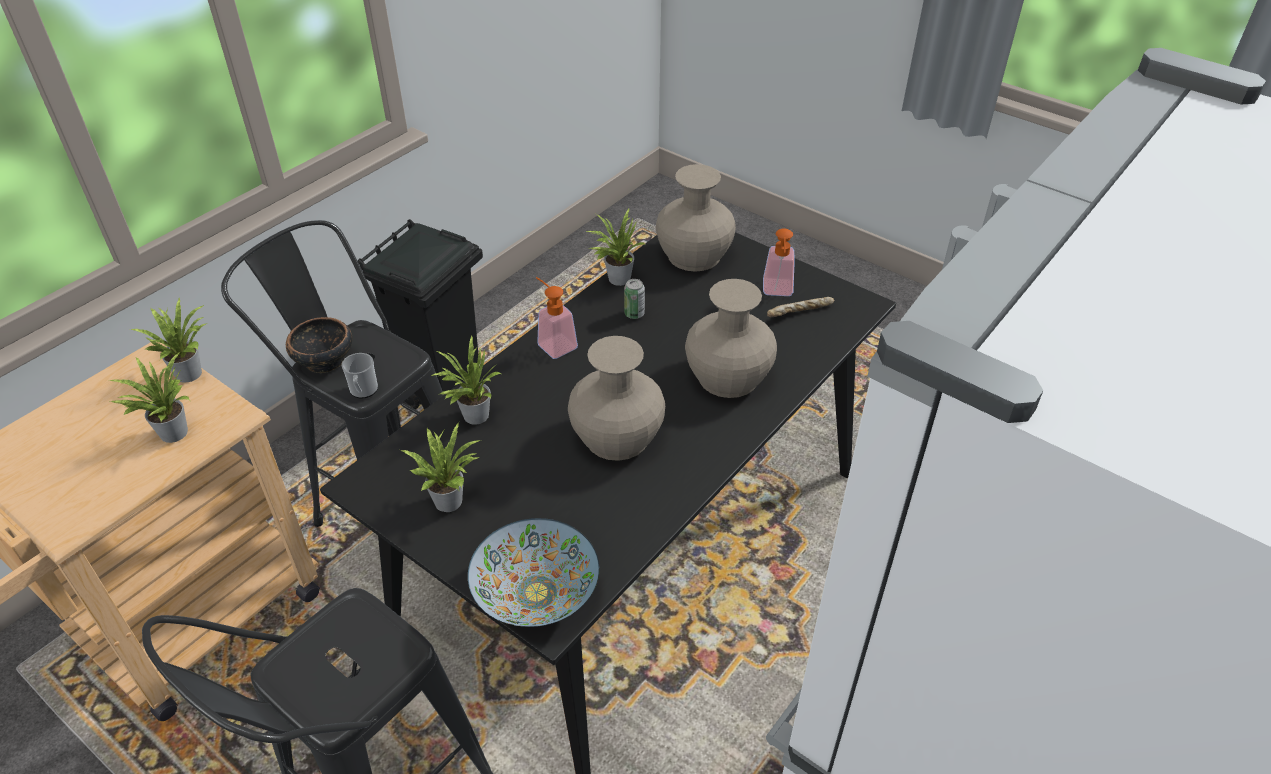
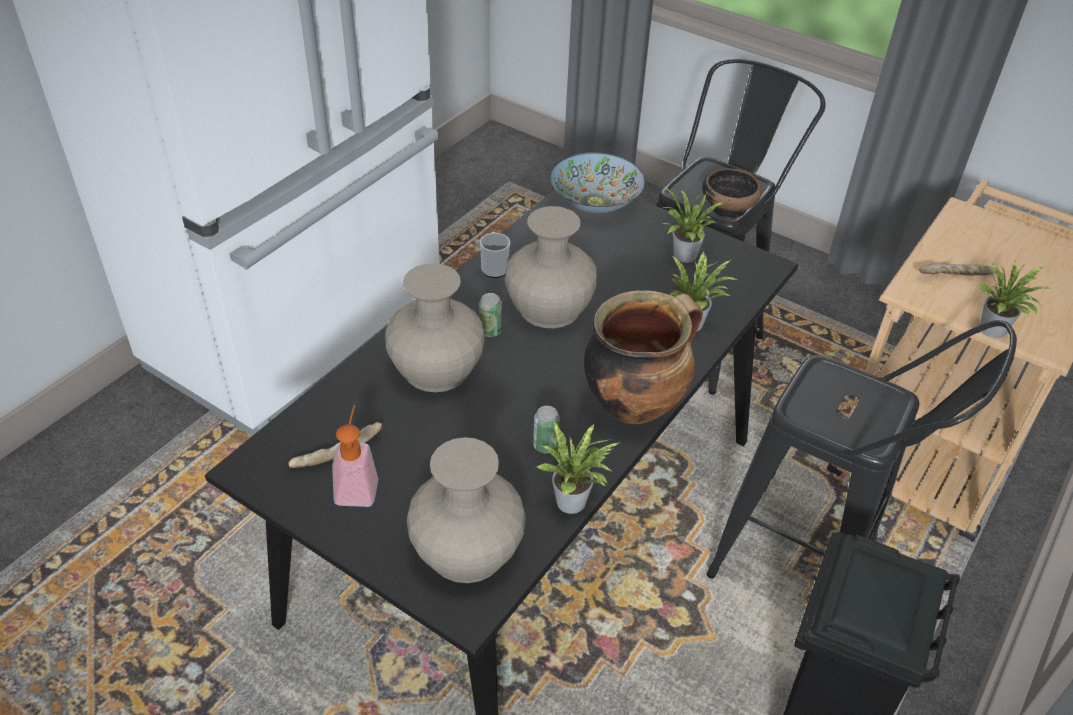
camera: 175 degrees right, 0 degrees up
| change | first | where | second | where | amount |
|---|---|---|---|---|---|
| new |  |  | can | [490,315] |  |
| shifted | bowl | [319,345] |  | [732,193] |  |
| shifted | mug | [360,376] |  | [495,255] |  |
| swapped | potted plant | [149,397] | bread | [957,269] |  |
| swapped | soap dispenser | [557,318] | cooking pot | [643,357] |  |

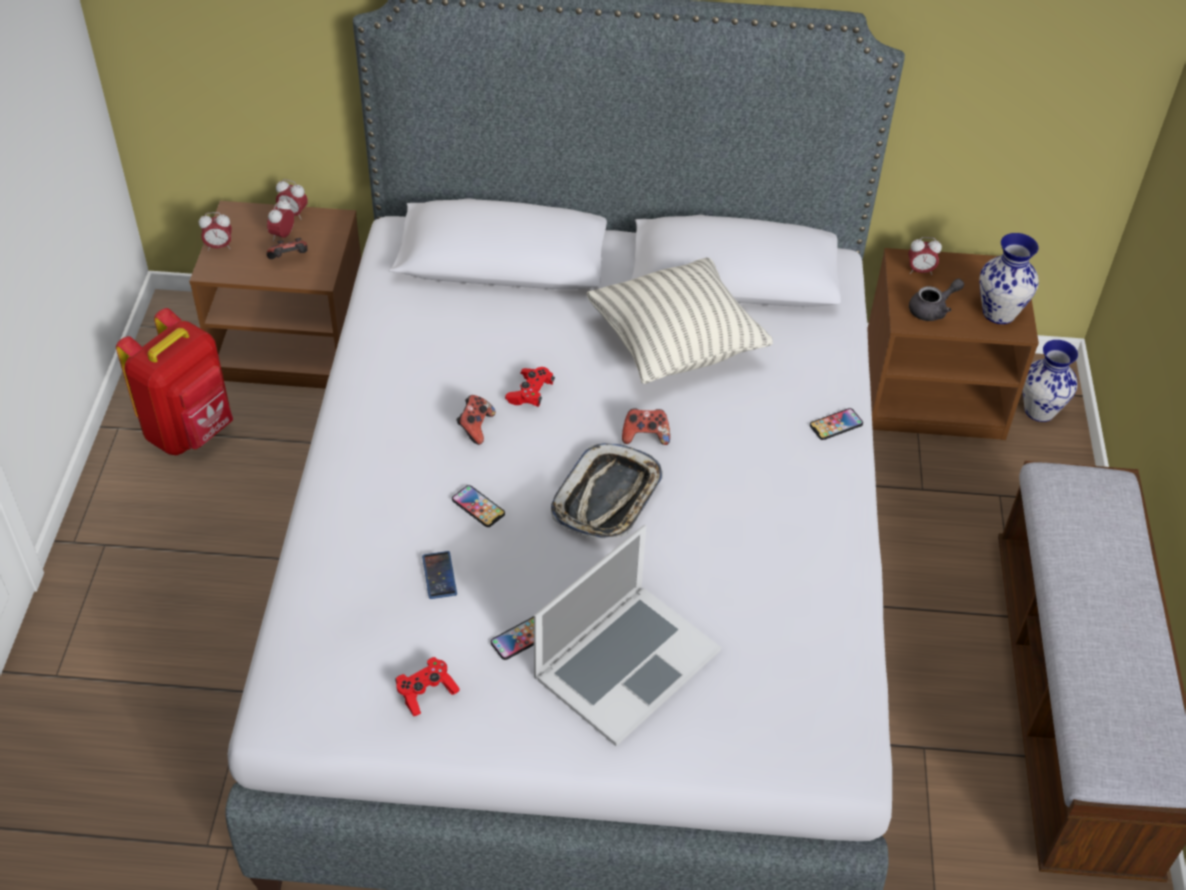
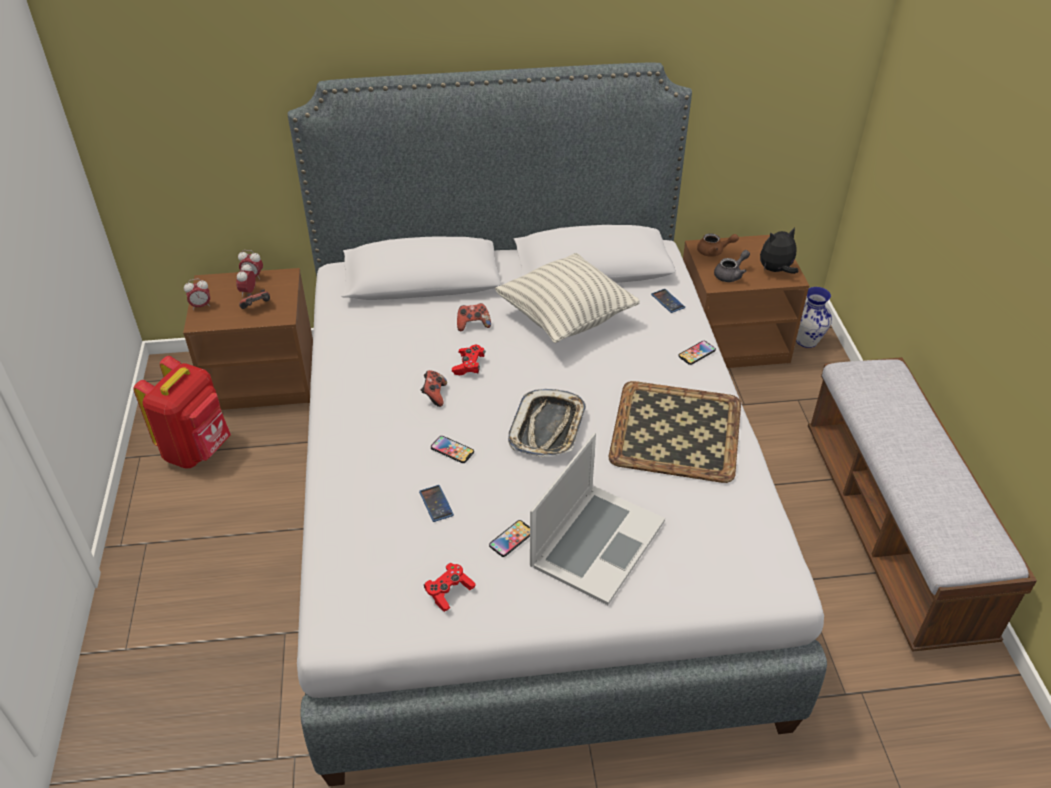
camera: 10 degrees left, 5 degrees down
| change | first | where | second | where | amount |
|---|---|---|---|---|---|
| new |  |  | tray | [675,432] |  |
| new |  |  | phone | [668,301] |  |
| shifted | game controller | [646,427] |  | [474,317] |  |
| swapped | alarm clock | [925,256] | brown teapot | [718,245] |  |
| swapped | vase | [1009,278] | plush toy | [779,251] |  |

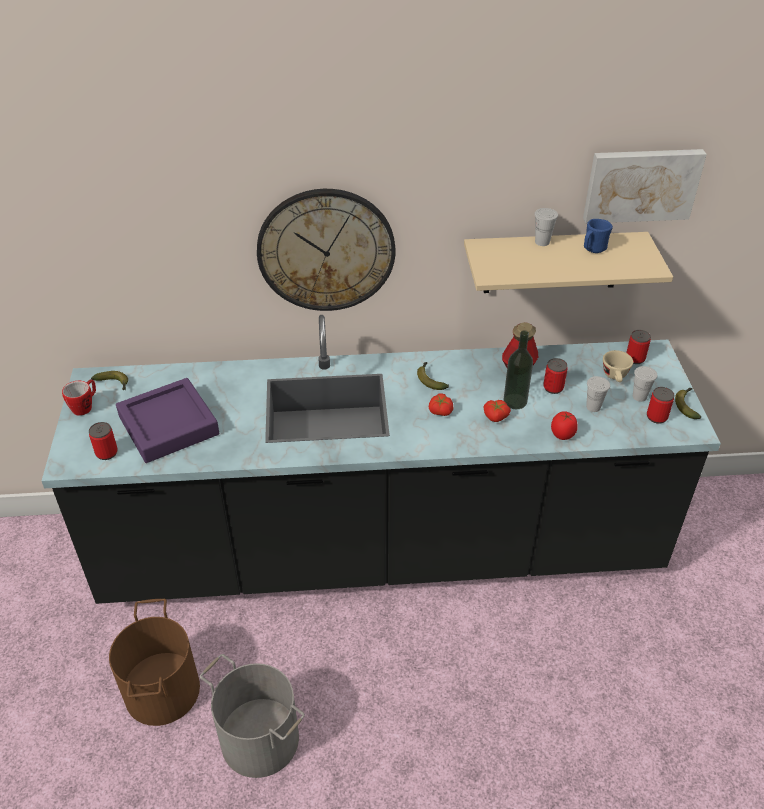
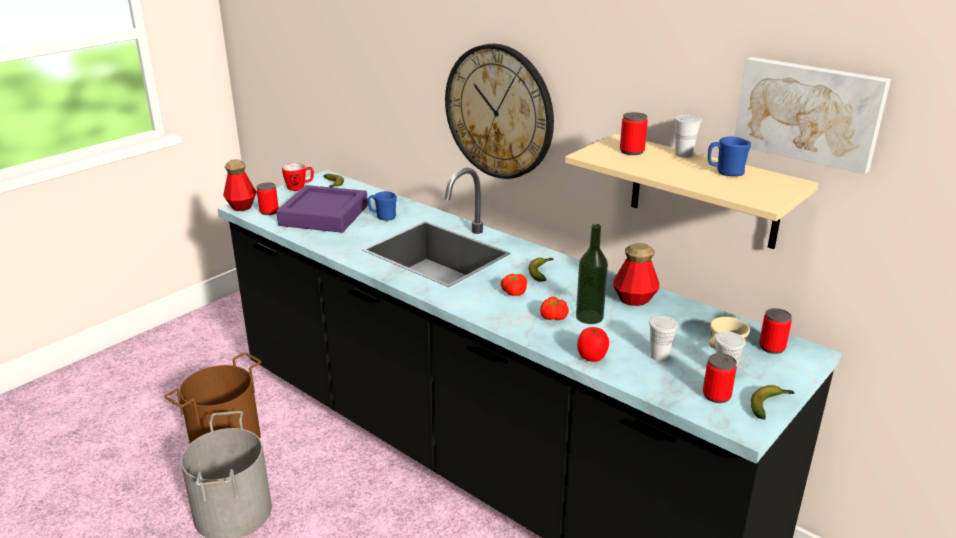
camera: 45 degrees right, 15 degrees down
| change | first | where | second | where | amount |
|---|---|---|---|---|---|
| new |  |  | bottle | [239,185] |  |
| new |  |  | blue mug | [382,205] |  |
| shifted | can | [555,376] |  | [634,133] |  |

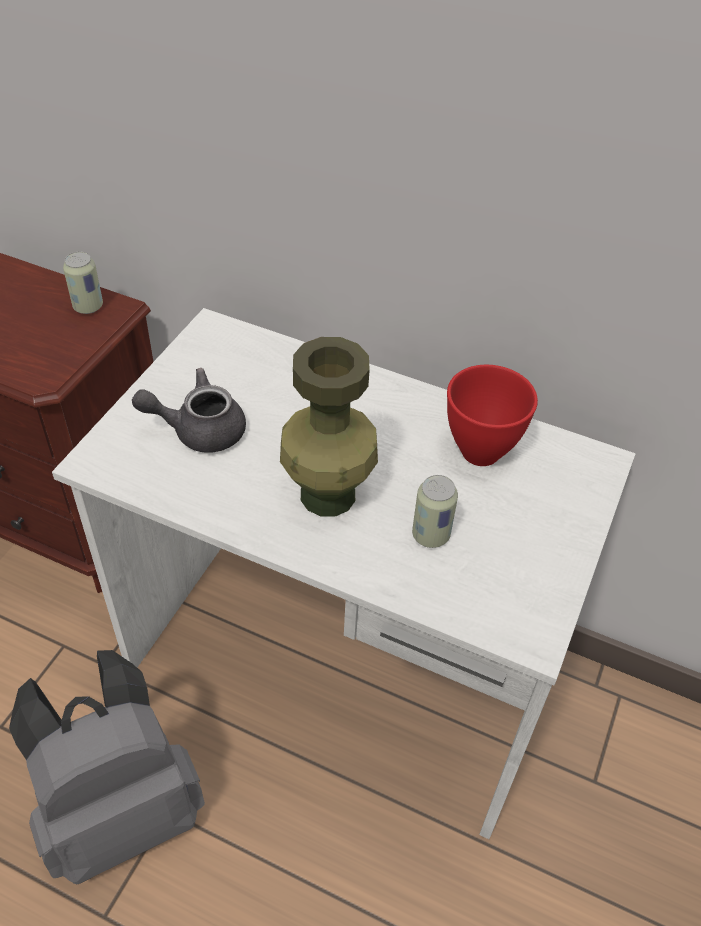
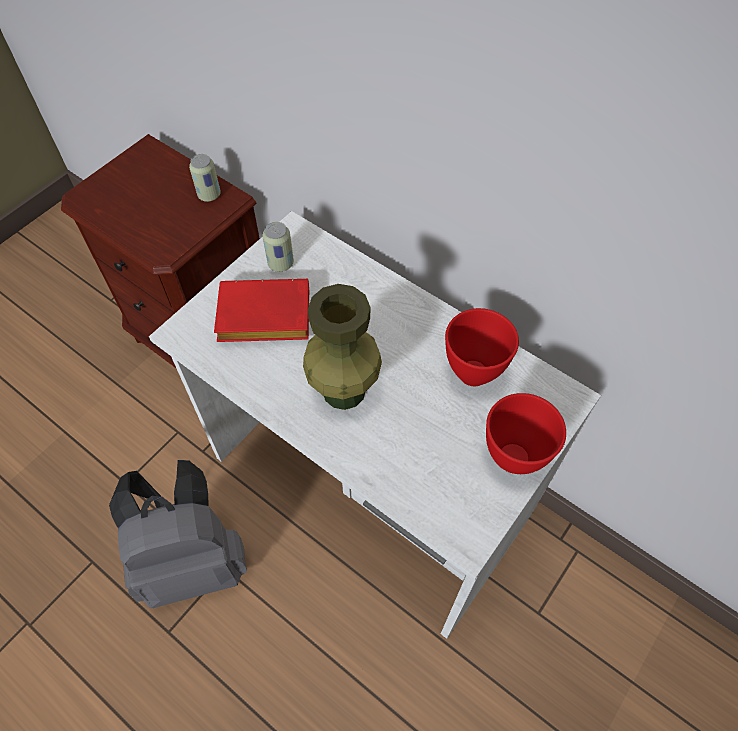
camera: 15 degrees right, 10 degrees up
| change | first | where | second | where | amount |
|---|---|---|---|---|---|
| new |  |  | red bowl | [526,433] |  |
| shifted | can | [435,511] |  | [278,247] |  |
| swapped | grey teapot | [189,410] | red book | [261,310] |  |

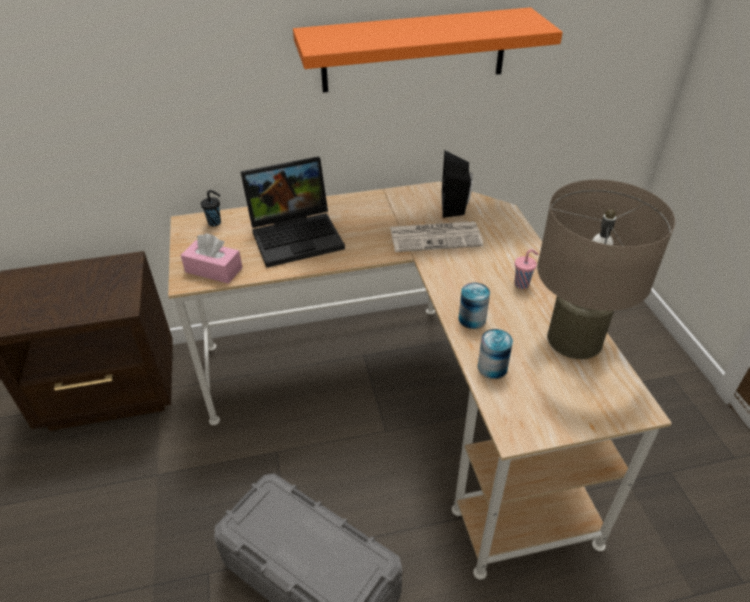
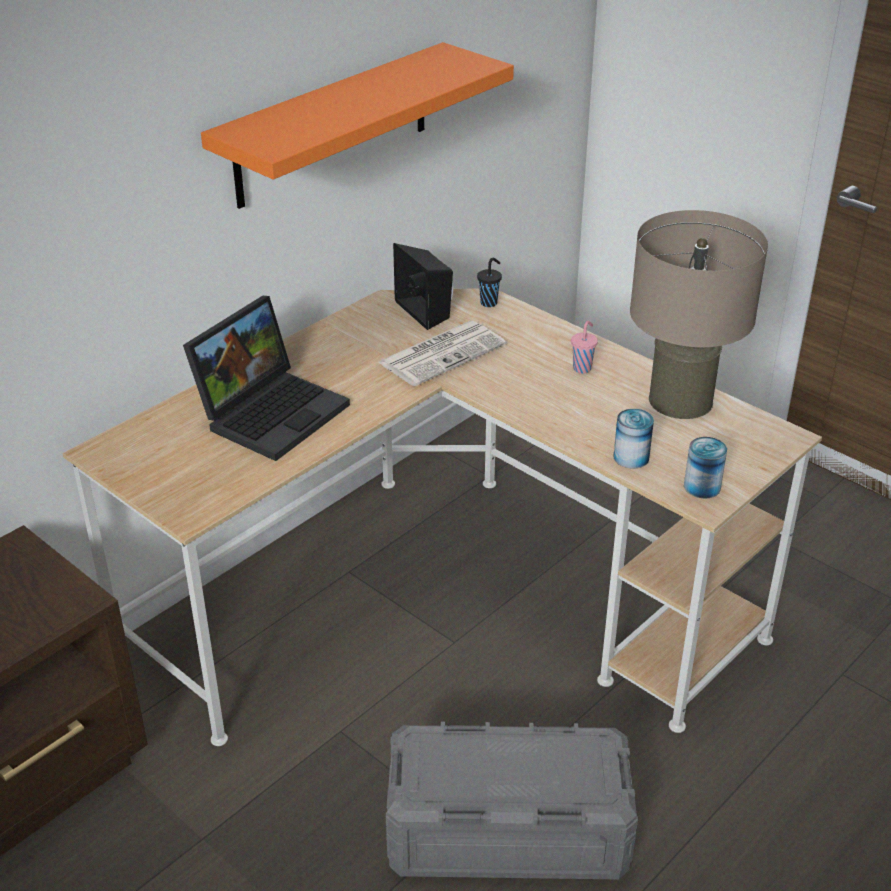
camera: 35 degrees left, 5 degrees down
| change | first | where | second | where | amount |
|---|---|---|---|---|---|
| gone | pink tissue box | [212,258] |  |  |  |
| shifted | black cup | [211,208] |  | [489,282] |  |
| shifted | can | [474,306] |  | [705,468] |  |

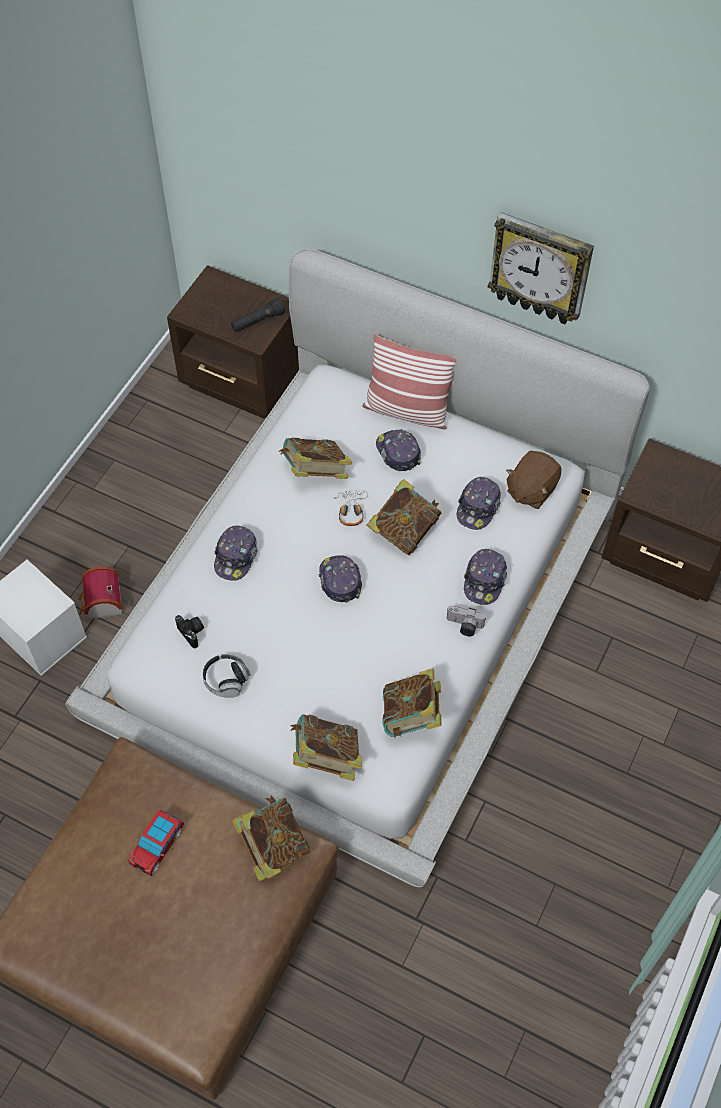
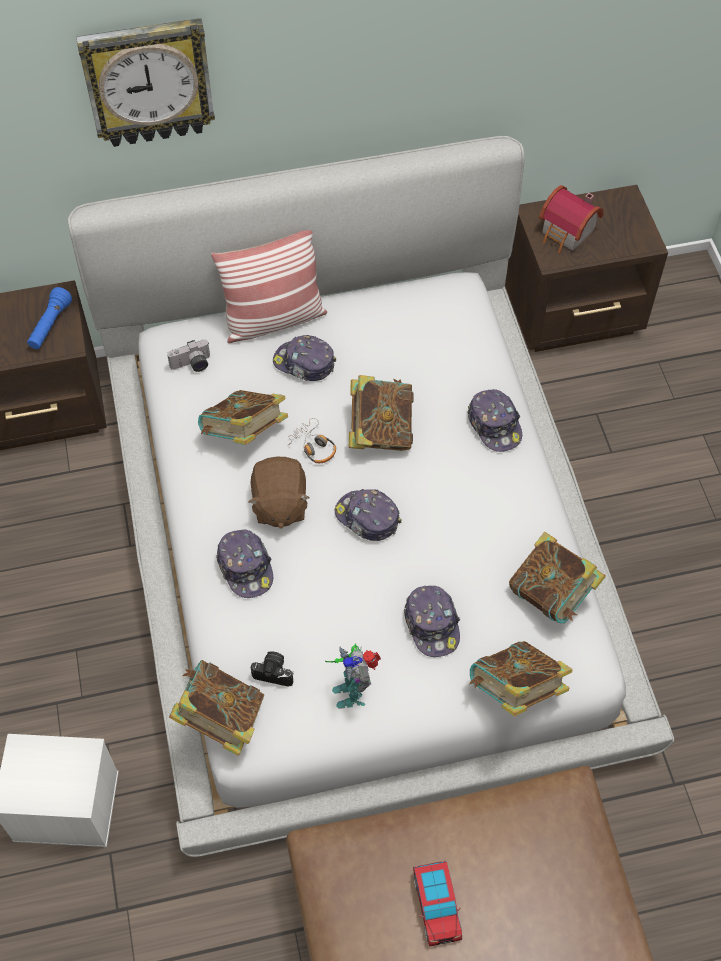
camera: 40 degrees left, 0 degrees up
| change | first | where | second | where | amount |
|---|---|---|---|---|---|
| shifted | toy house | [100,593] |  | [571,219] |  |
| shifted | book | [271,838] |  | [216,708] |  |
| shifted | photo camera | [466,621] |  | [188,356] |  |
| shifted | cap | [479,503] |  | [432,621] |  |
| shifted | wall clock | [540,268] |  | [145,82] |  |
| shifted | brown plush toy | [534,480] |  | [279,493] |  |
| swapped | headphones | [227,676] | toy robot | [353,676] |  |
| repainted | black flashlight | [258,315] | blue flashlight | [49,318] |  |

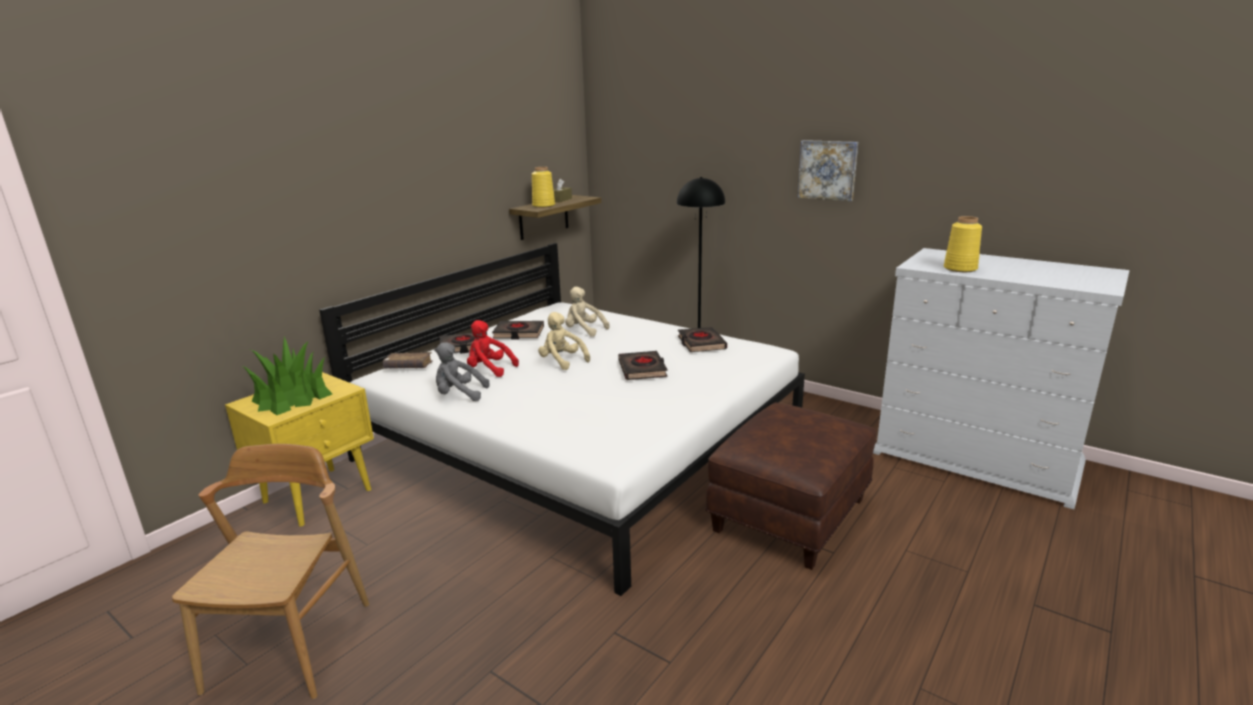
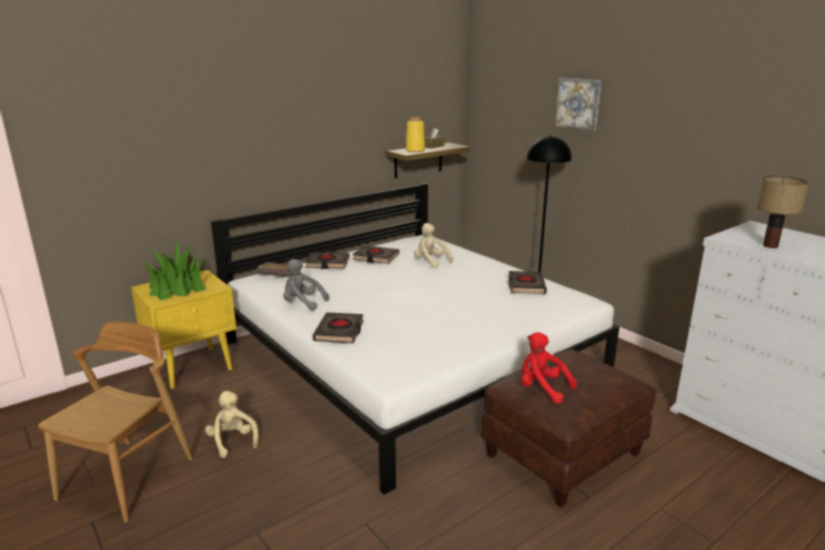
camera: 15 degrees right, 0 degrees up
| change | first | where | second | where | amount |
|---|---|---|---|---|---|
| shifted | red plush toy | [493,348] |  | [549,368] |  |
| shifted | beige plush toy | [564,341] |  | [232,424] |  |
| shifted | black book | [642,365] |  | [338,327] |  |
| shifted | picture | [828,171] |  | [578,104] |  |
| swapped | yellow vase | [963,244] | table lamp | [783,212] |  |

